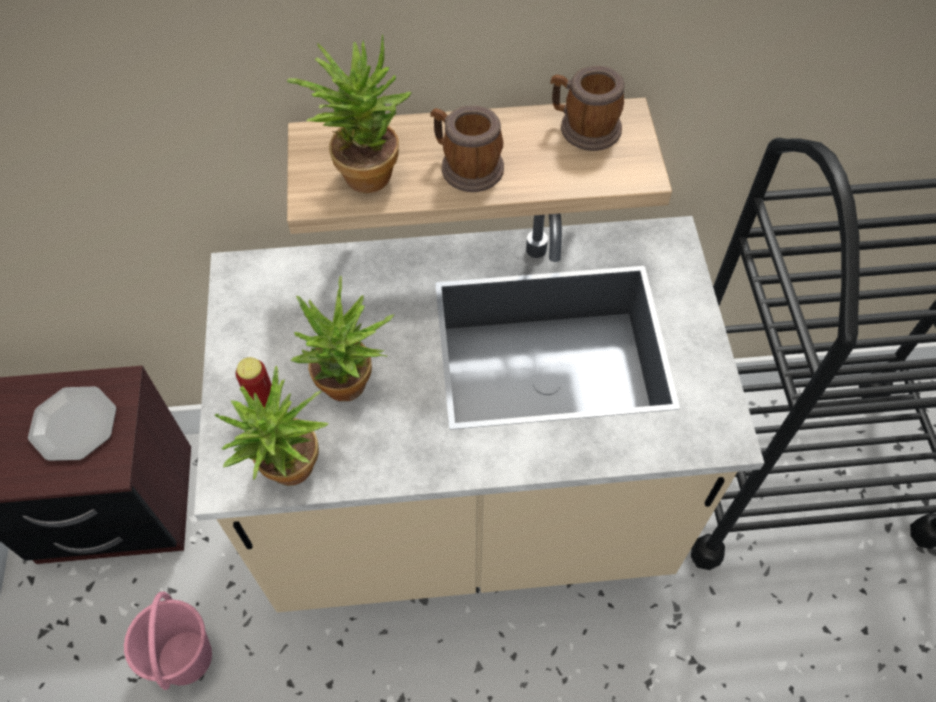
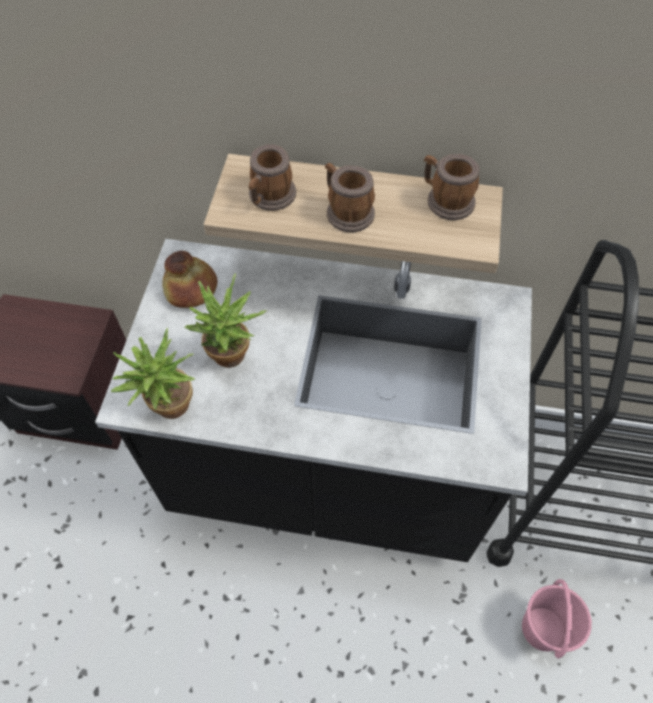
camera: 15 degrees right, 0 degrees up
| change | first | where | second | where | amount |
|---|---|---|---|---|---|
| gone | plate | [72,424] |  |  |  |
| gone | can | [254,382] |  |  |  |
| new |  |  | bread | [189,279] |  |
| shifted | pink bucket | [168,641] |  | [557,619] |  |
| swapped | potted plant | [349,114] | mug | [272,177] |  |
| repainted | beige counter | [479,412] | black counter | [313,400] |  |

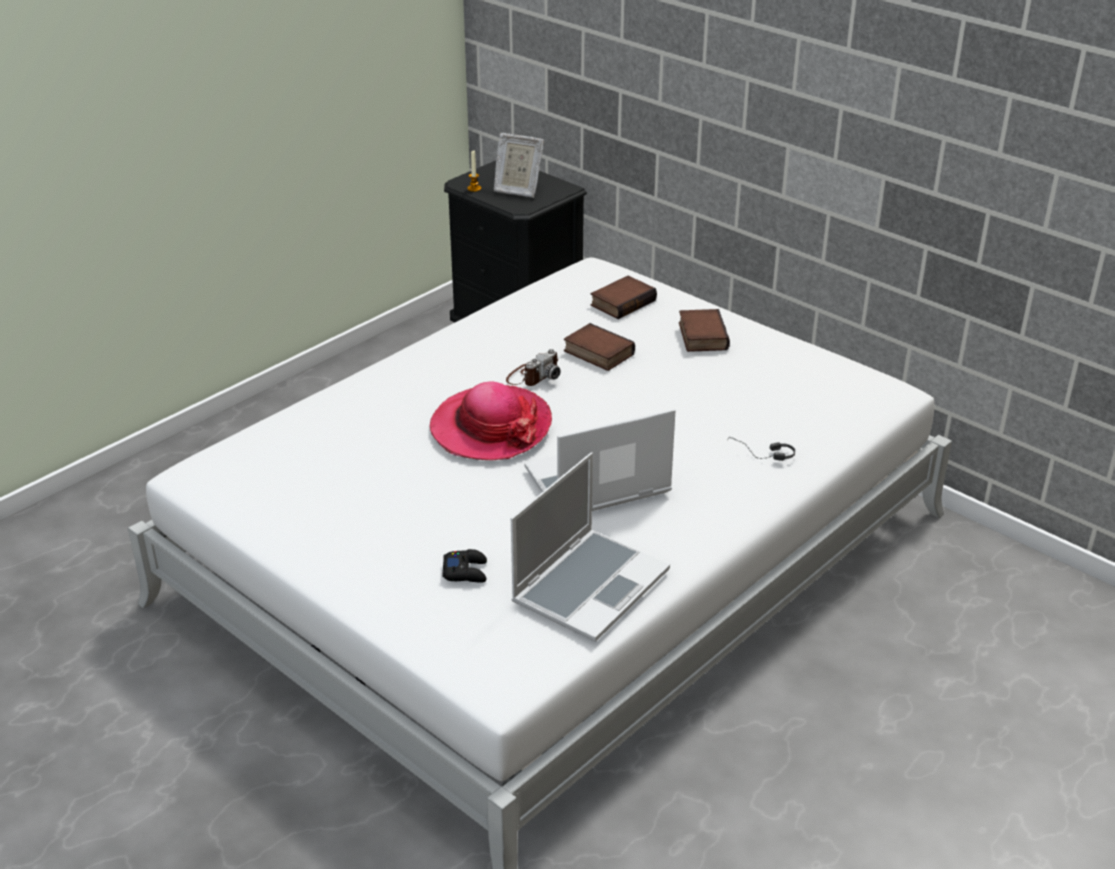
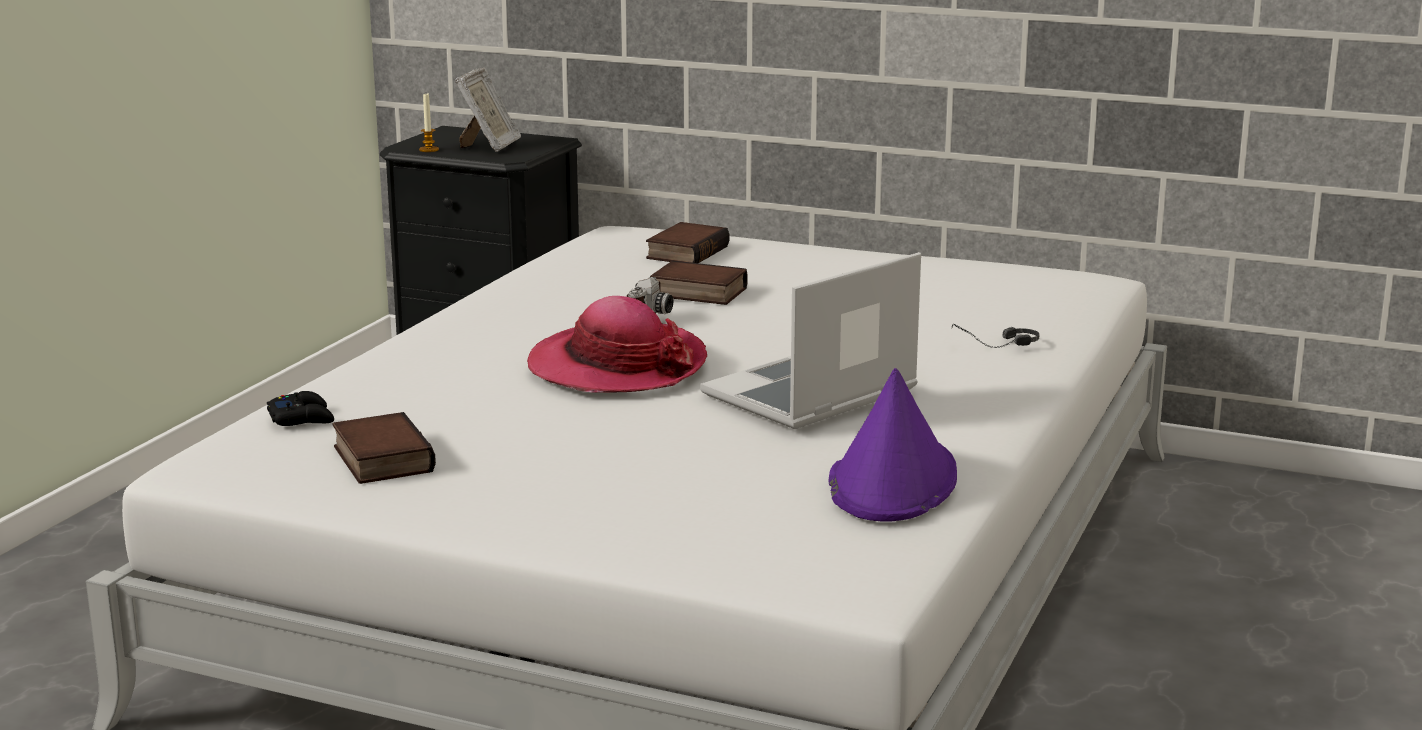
camera: 20 degrees left, 15 degrees down
| change | first | where | second | where | amount |
|---|---|---|---|---|---|
| shifted | black game controller | [464,566] |  | [300,408] |  |
| shifted | book | [704,330] |  | [384,448] |  |
| swapped | laptop | [590,547] | purple hat | [893,445] |  |
| rotated | picture frame | [519,165] |  | [488,109] | 75 degrees counterclockwise |

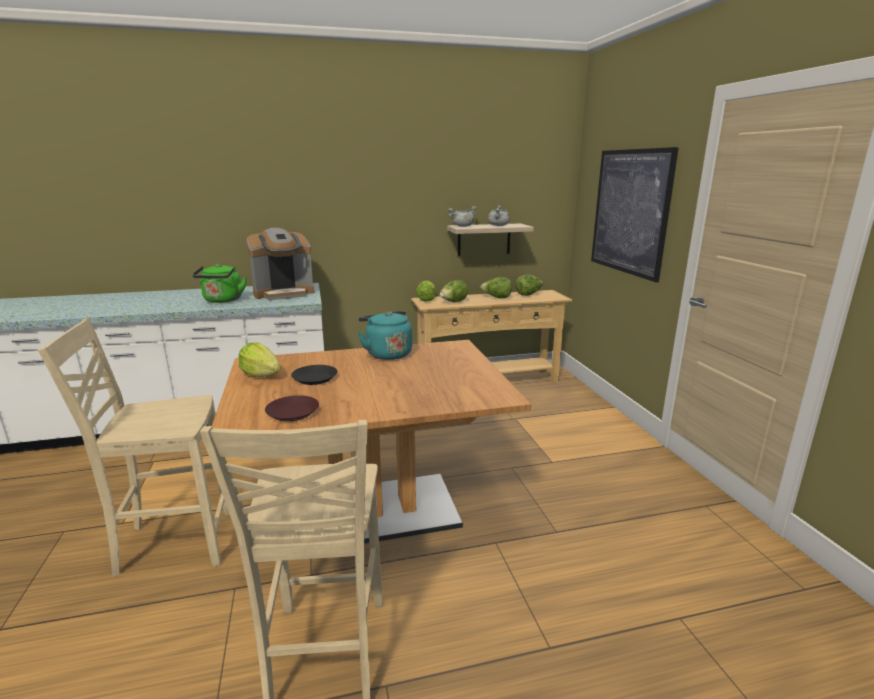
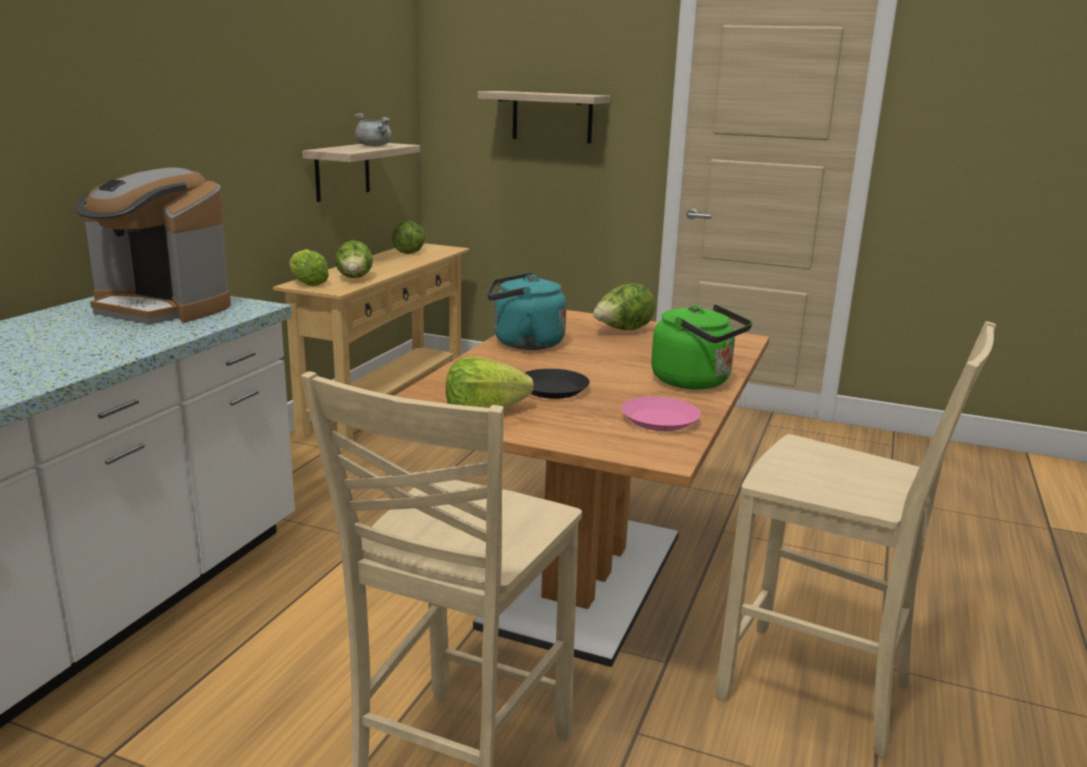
camera: 55 degrees left, 0 degrees up
| change | first | where | second | where | amount |
|---|---|---|---|---|---|
| gone | grey cooking pot | [462,216] |  |  |  |
| shifted | green kettle | [219,283] |  | [701,347] |  |
| shifted | lettuce | [496,287] |  | [624,306] |  |
| swapped | picture | [635,215] | shelf | [544,117] |  |
| repainted | brown plate | [292,408] | pink plate | [661,414] |  |
| rotated | coffee machine | [280,264] |  | [152,245] | 105 degrees clockwise |

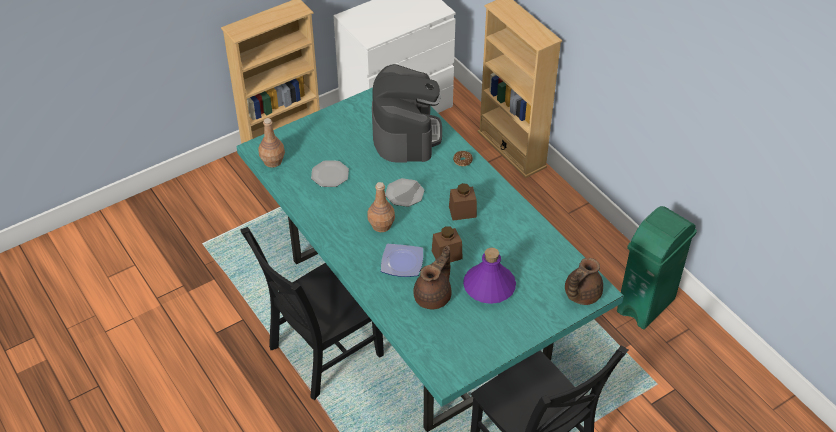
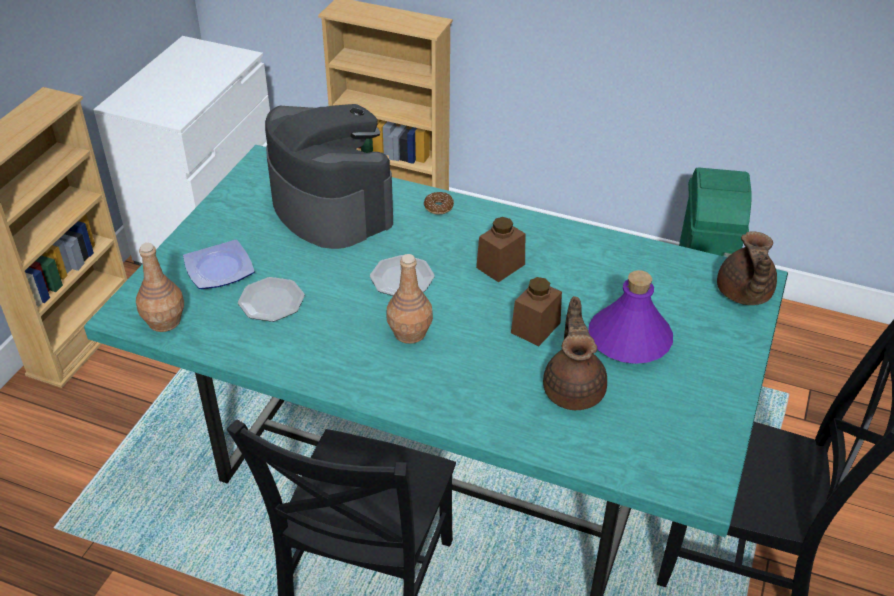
camera: 35 degrees left, 5 degrees down
| change | first | where | second | where | amount |
|---|---|---|---|---|---|
| shifted | plate | [402,260] |  | [219,264] |  |

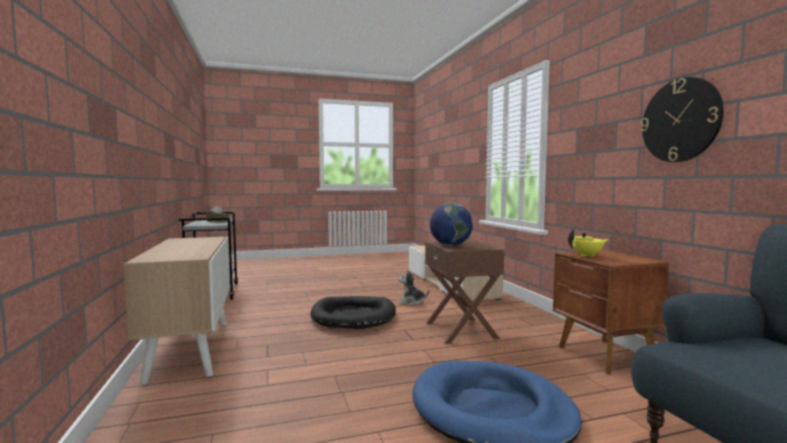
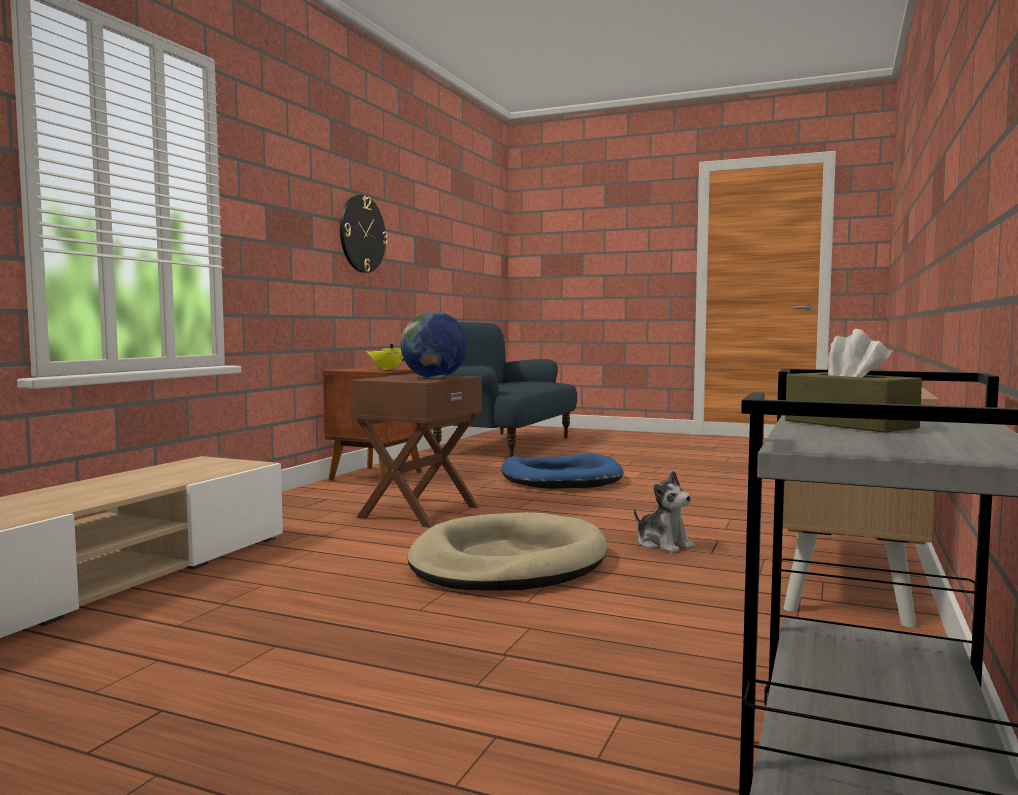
camera: 140 degrees left, 0 degrees up
| change | first | where | second | where | amount |
|---|---|---|---|---|---|
| shifted | plush toy | [413,287] |  | [664,511] |  |
| repainted | black dog bed | [353,312] | beige dog bed | [507,551] |  |

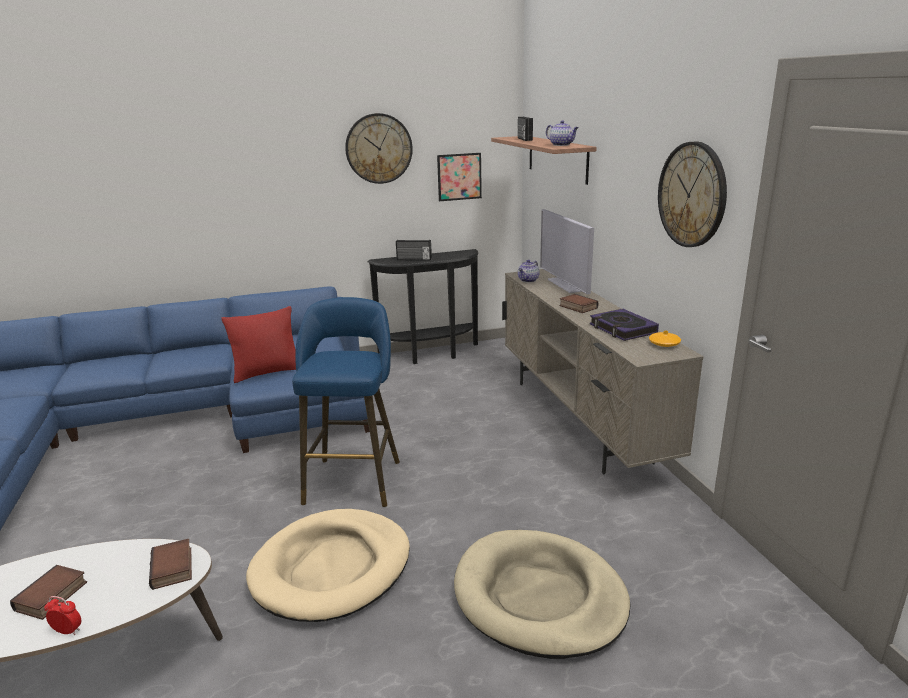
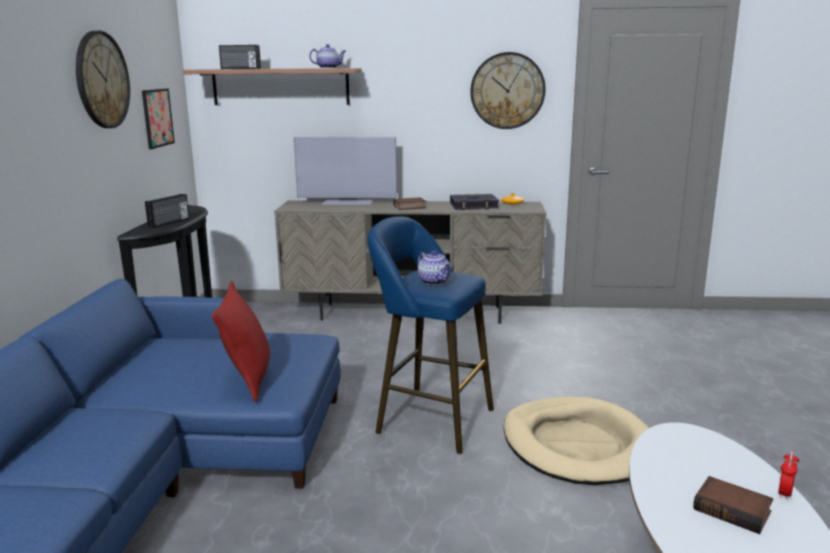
camera: 70 degrees left, 5 degrees down
| change | first | where | second | where | amount |
|---|---|---|---|---|---|
| gone | book | [170,564] |  |  |  |
| gone | beige dog bed | [542,594] |  |  |  |
| shifted | teapot | [529,271] |  | [434,268] |  |

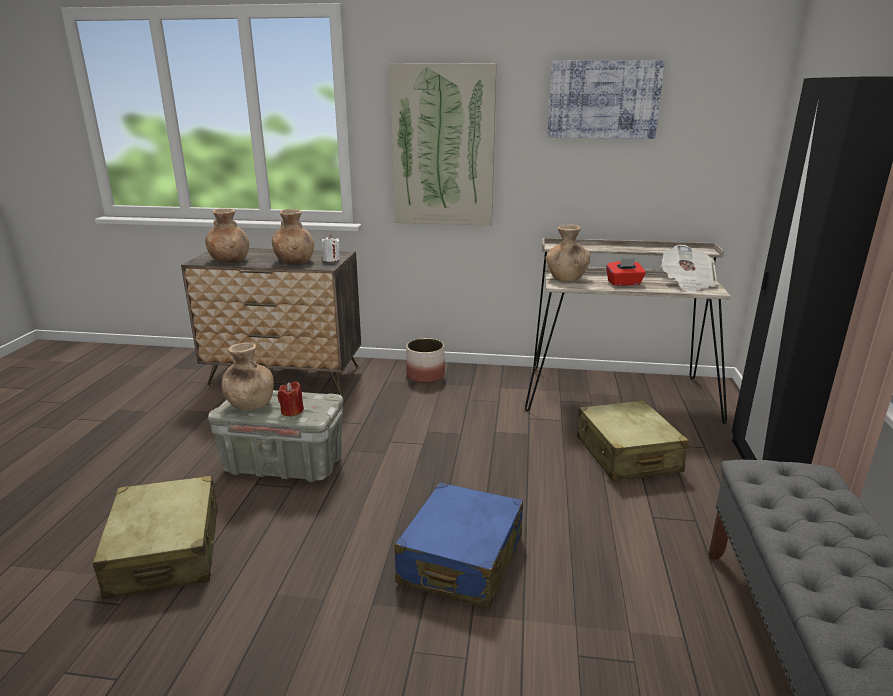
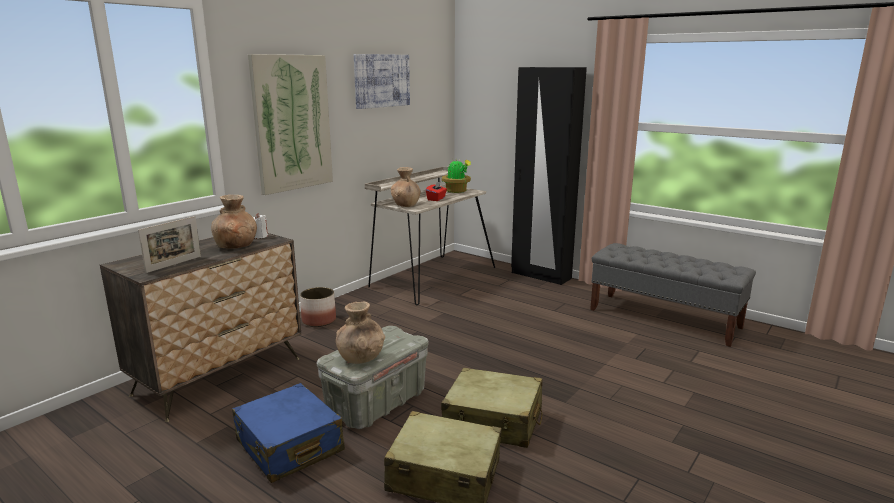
camera: 60 degrees left, 5 degrees down
| change | first | where | second | where | amount |
|---|---|---|---|---|---|
| gone | red candle | [291,399] |  |  |  |
| shifted | blue suitcase | [458,545] |  | [288,433] |  |
| shifted | beige suitcase | [633,440] |  | [492,408] |  |
| swapped | brown vase | [227,235] | picture frame | [169,244] |  |
| swapped | newspaper | [688,268] | potted plant | [456,175] |  |

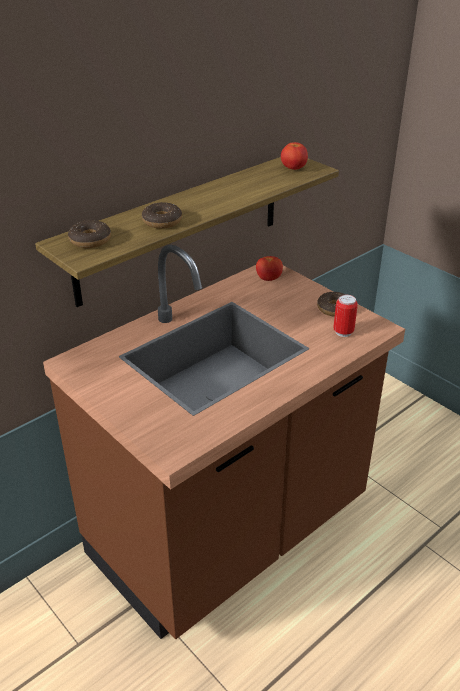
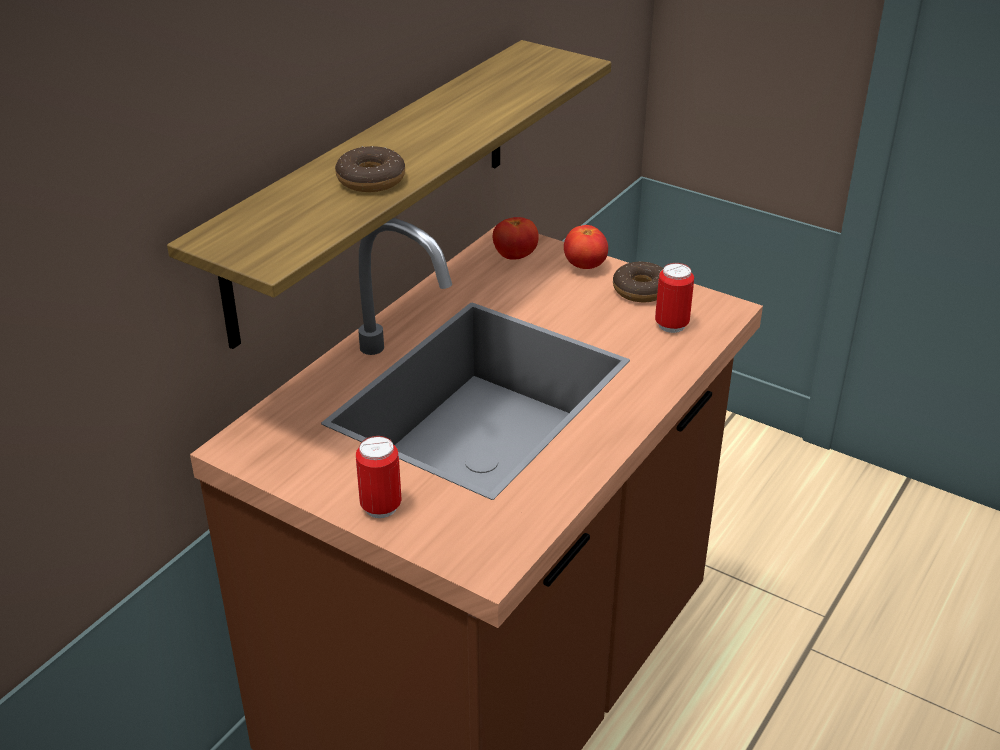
camera: 15 degrees left, 0 degrees up
| change | first | where | second | where | amount |
|---|---|---|---|---|---|
| gone | donut | [89,234] |  |  |  |
| new |  |  | can | [379,477] |  |
| shifted | tomato | [294,156] |  | [586,247] |  |

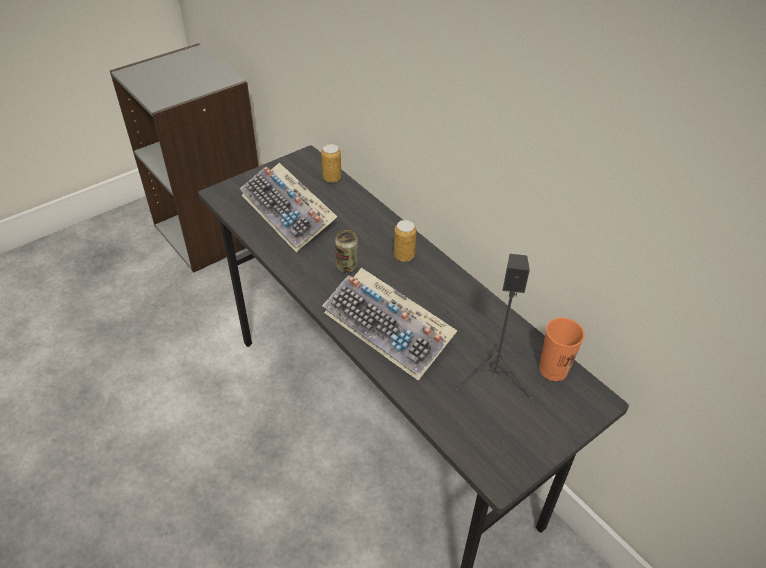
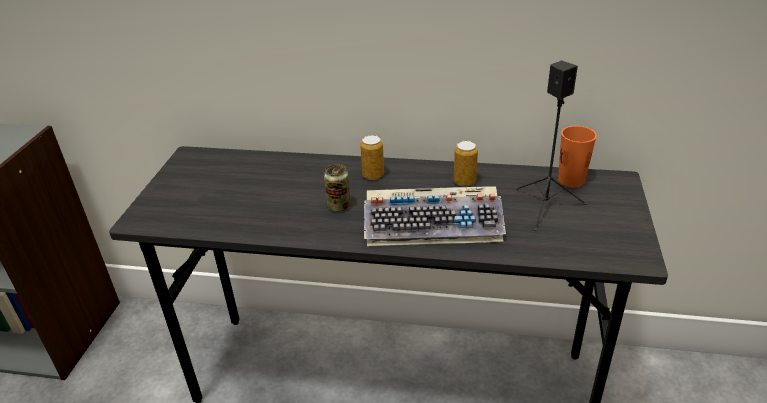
camera: 40 degrees left, 10 degrees down
| change | first | where | second | where | amount |
|---|---|---|---|---|---|
| gone | keyboard | [288,207] |  |  |  |
| shifted | can | [331,163] |  | [466,164] |  |

